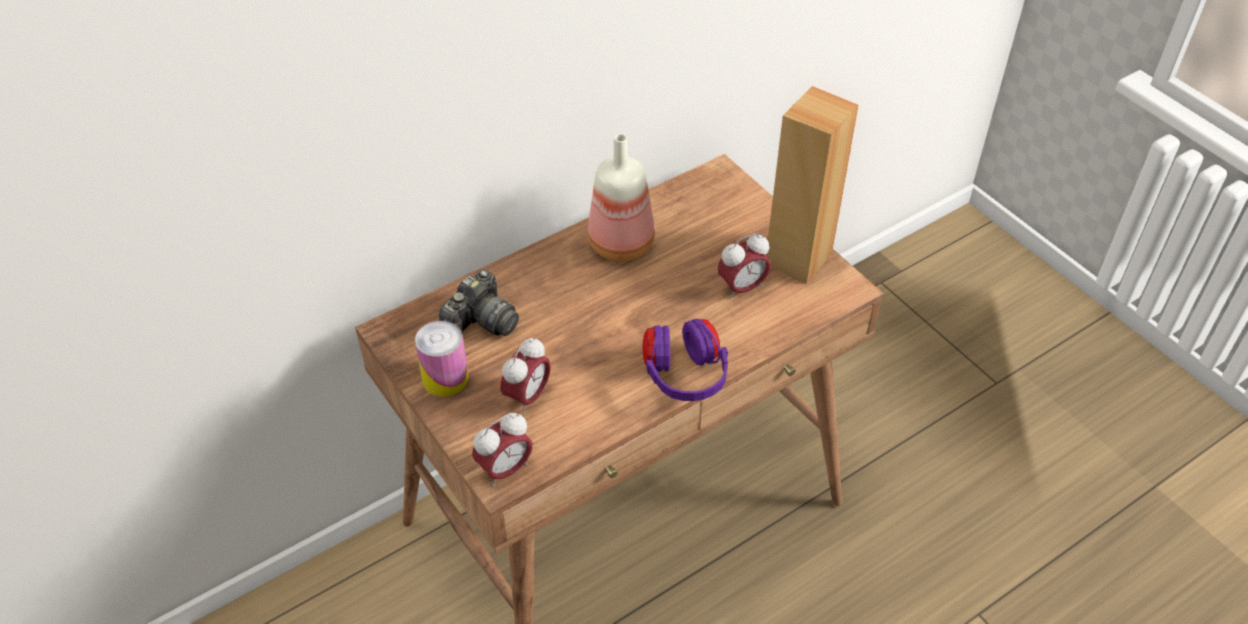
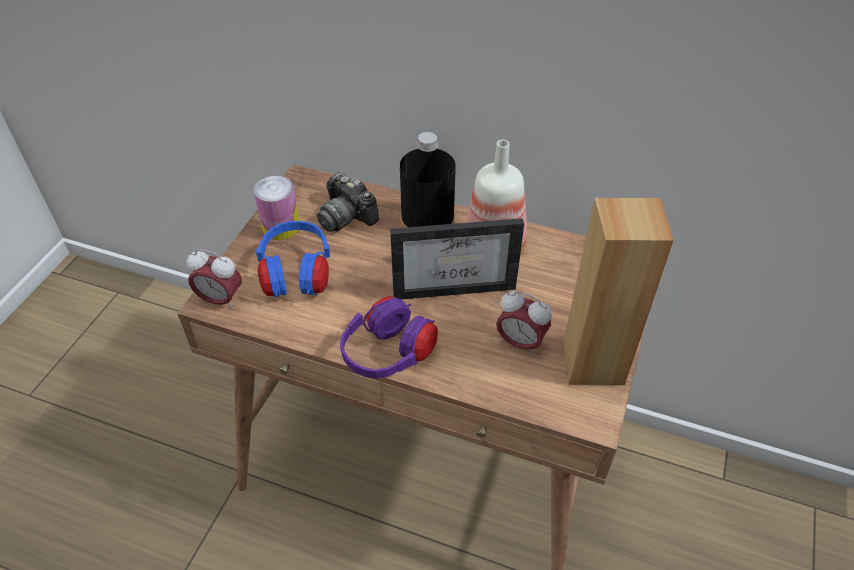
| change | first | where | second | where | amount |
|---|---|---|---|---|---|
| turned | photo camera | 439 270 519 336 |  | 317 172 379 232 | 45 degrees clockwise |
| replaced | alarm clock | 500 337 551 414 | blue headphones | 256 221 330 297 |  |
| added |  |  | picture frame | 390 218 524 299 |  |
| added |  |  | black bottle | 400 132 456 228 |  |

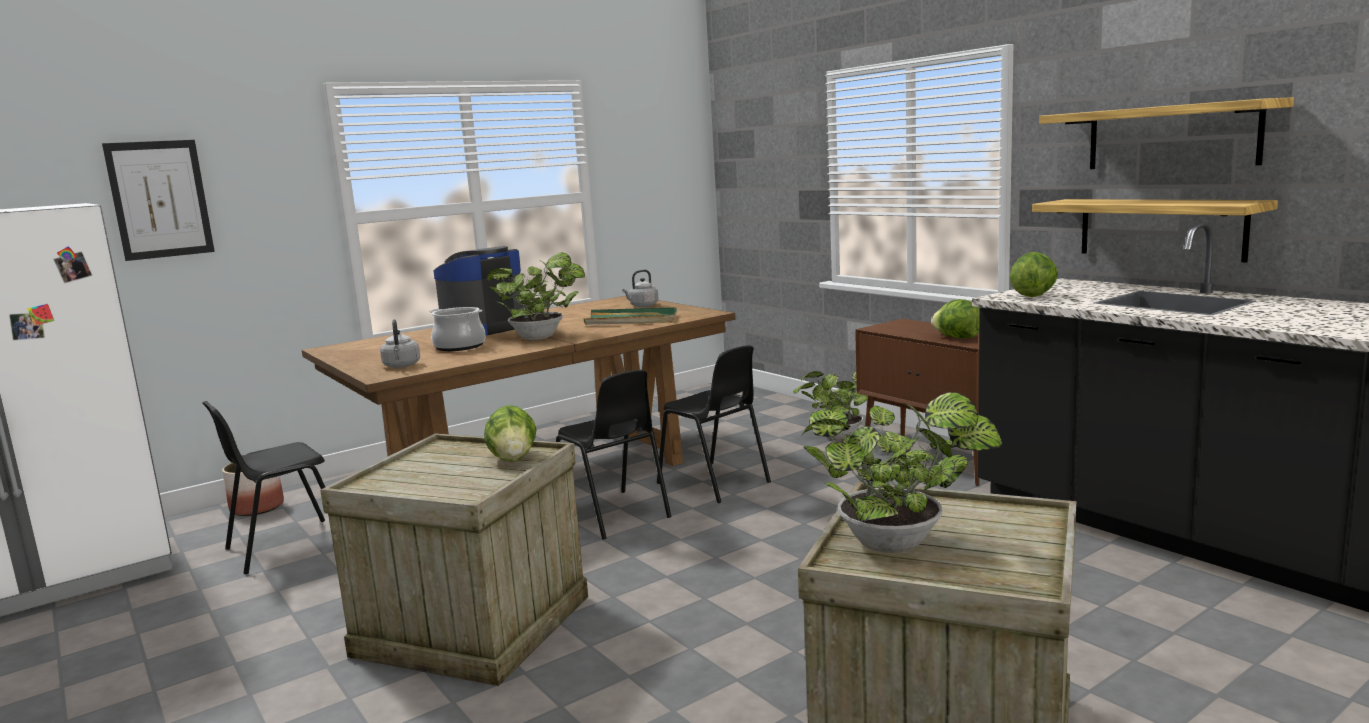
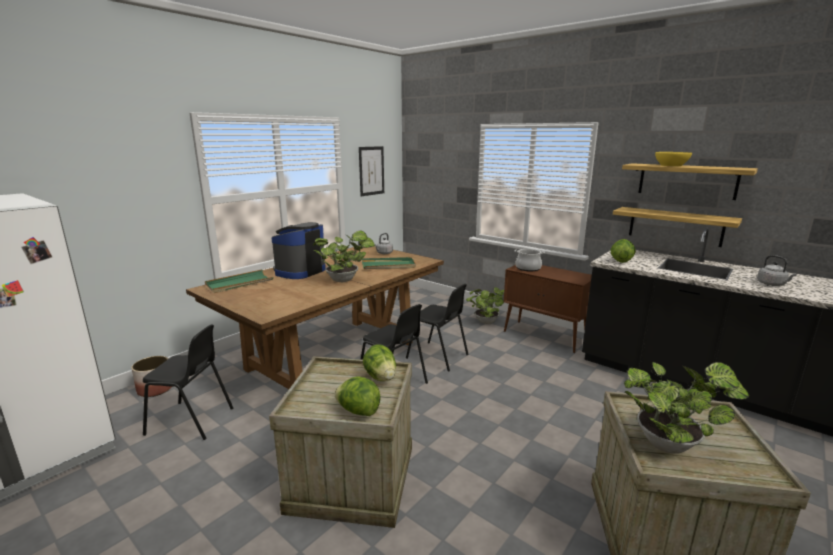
| change | first | where | second | where | amount |
|---|---|---|---|---|---|
| moved | picture | 102 140 215 261 |  | 359 146 384 196 |  |
| turned | black chair | 202 401 325 574 |  | 143 324 233 440 | 120 degrees counterclockwise |
| moved | grey kettle | 380 319 420 368 |  | 757 255 797 286 |  |
| moved | cooking pot | 429 307 486 351 |  | 514 249 545 272 |  |
| moved | lettuce | 931 299 980 338 |  | 334 377 381 416 |  |
| added |  |  | green tray | 205 270 273 293 |  |
| added |  |  | yellow bowl | 655 152 692 166 |  |

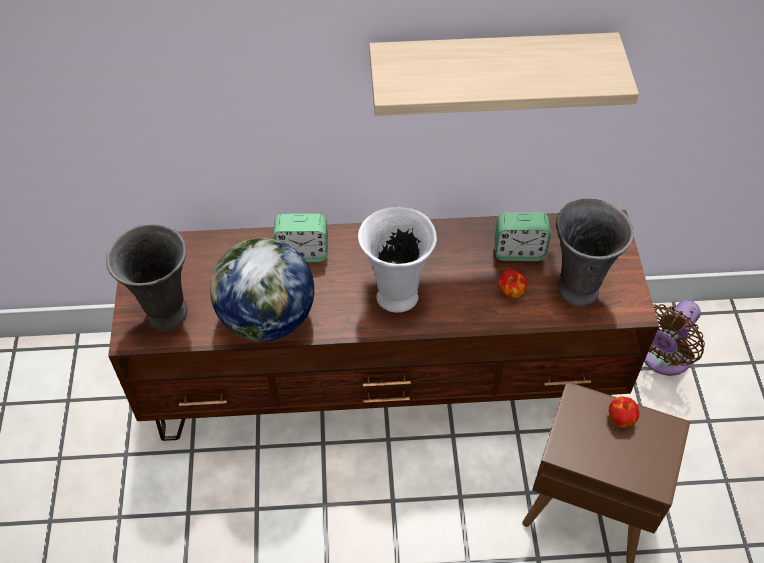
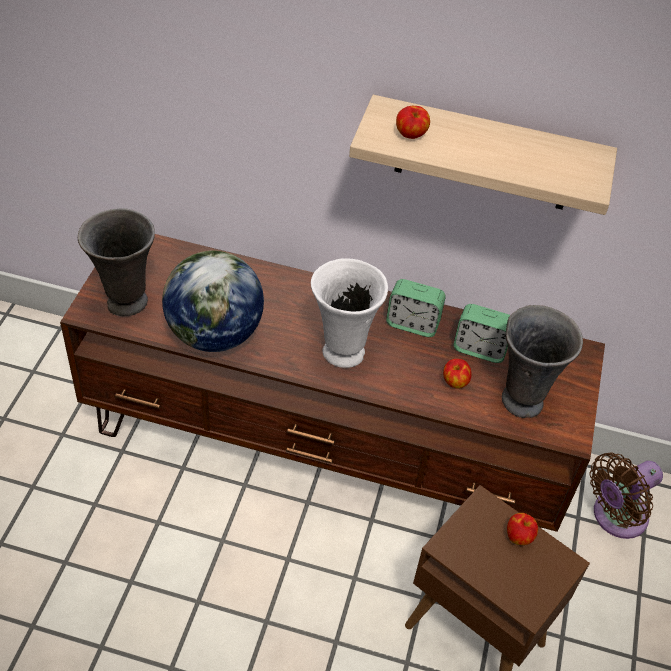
| change | first | where | second | where | amount |
|---|---|---|---|---|---|
| moved | alarm clock | 273 214 328 262 |  | 386 279 446 337 |  |
| added |  |  | apple | 396 106 430 139 |  |

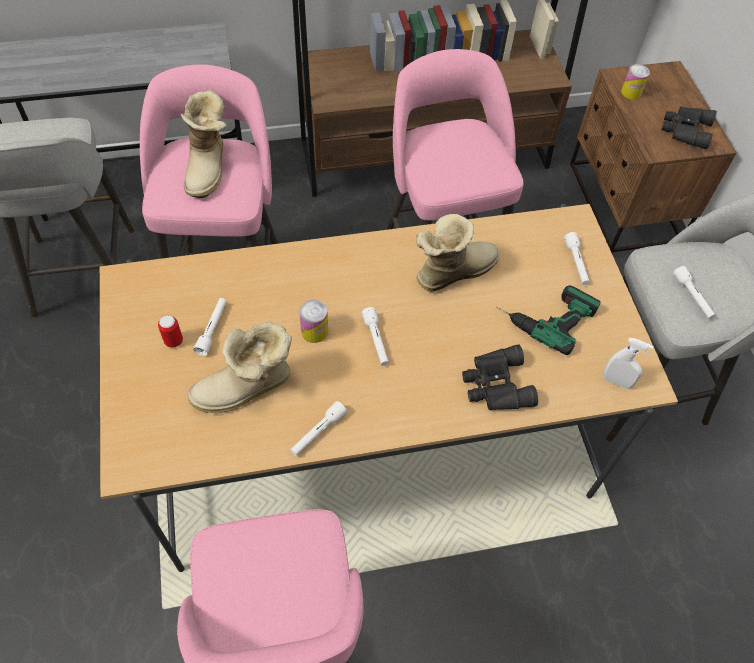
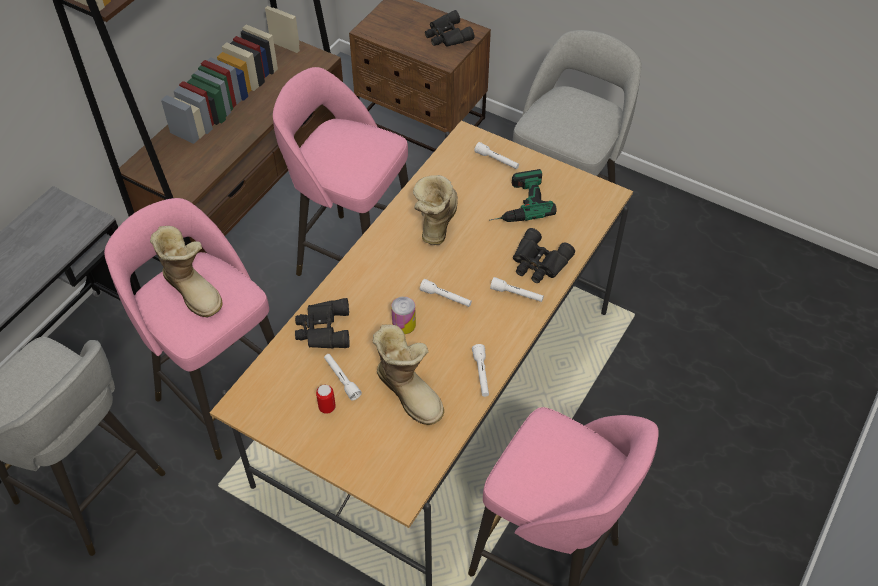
| change | first | where | second | where | amount |
|---|---|---|---|---|---|
| turned | boot | 188 321 292 413 |  | 373 325 444 425 | 60 degrees counterclockwise |
| removed | white spray bottle | 603 338 654 389 |  |  |  |
| removed | can | 621 64 650 100 |  |  |  |
| moved | white flashlight | 673 266 716 319 |  | 490 277 544 302 |  |
| added |  |  | black binoculars | 295 298 350 349 |  |

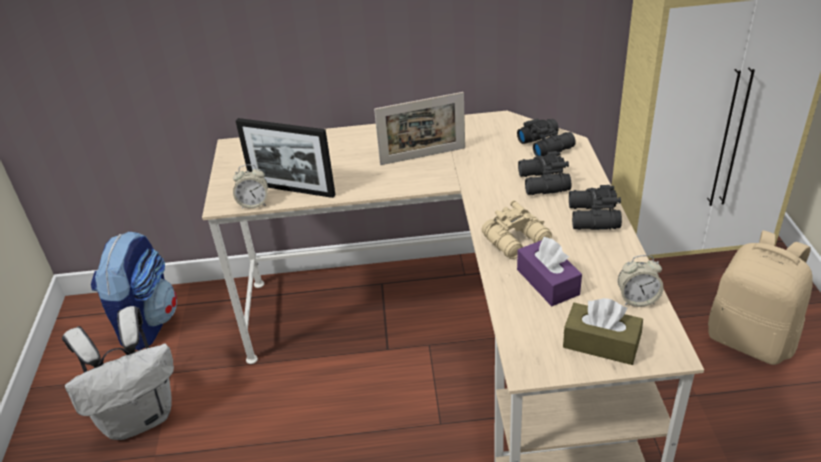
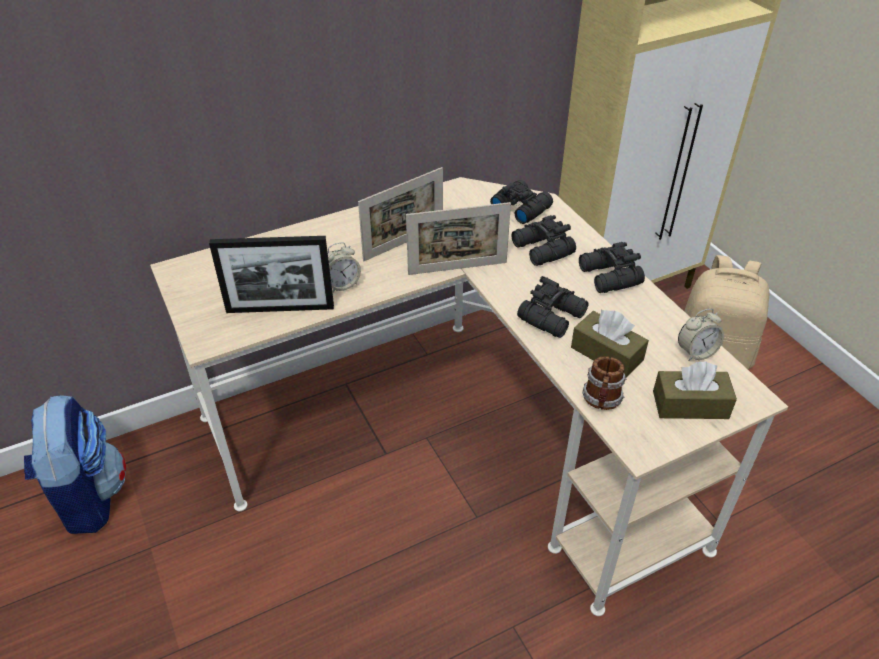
| change | first | where | second | where | amount |
|---|---|---|---|---|---|
| removed | white backpack | 62 306 174 440 |  |  |  |
| moved | alarm clock | 233 164 268 209 |  | 328 242 361 292 |  |
| recoloured | beige binoculars | 482 200 552 259 | black binoculars | 517 276 589 338 |  |
| recoloured | purple tissue box | 517 237 582 306 | brown tissue box | 571 310 649 378 |  |
| added |  |  | picture frame | 406 202 511 275 |  |
| added |  |  | mug | 582 356 626 410 |  |

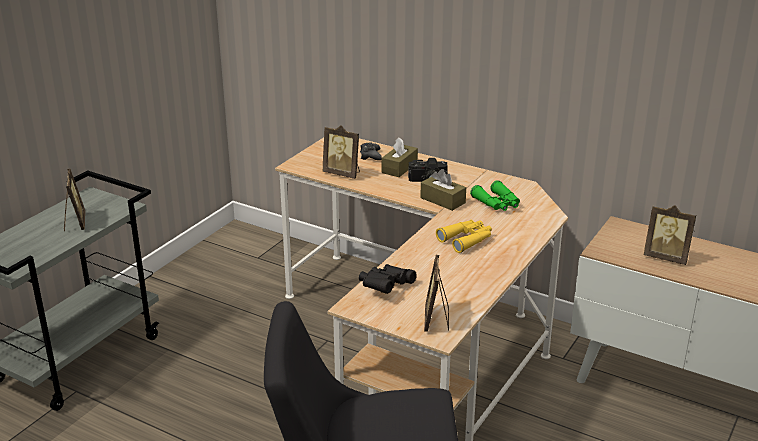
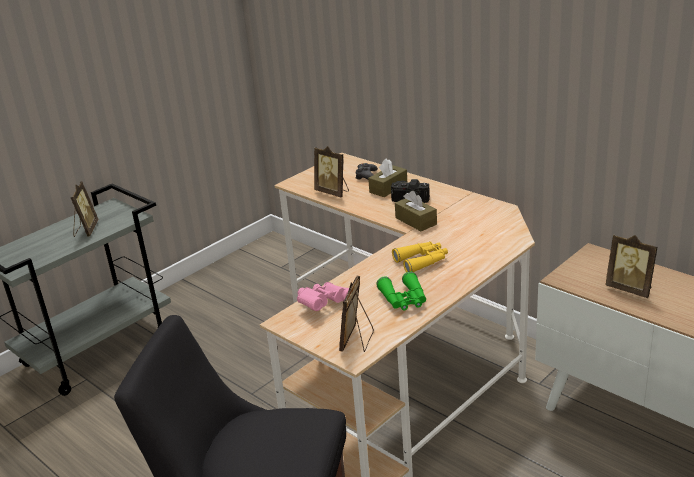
| change | first | where | second | where | amount |
|---|---|---|---|---|---|
| recoloured | black binoculars | 359 264 417 294 | pink binoculars | 297 282 349 311 |  |
| moved | green binoculars | 470 180 520 211 |  | 376 271 426 310 |  |

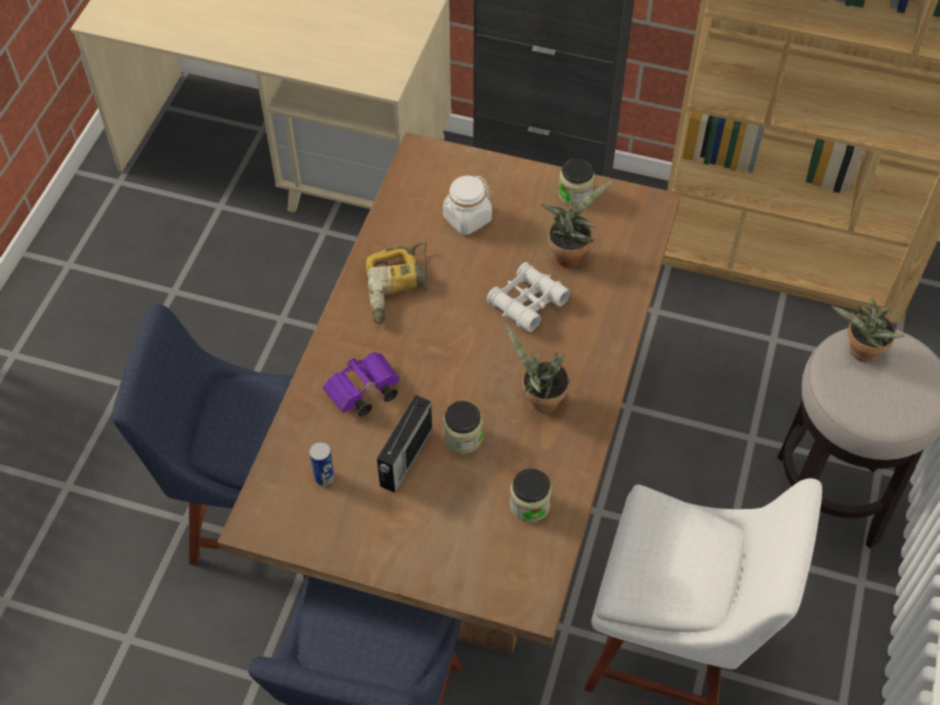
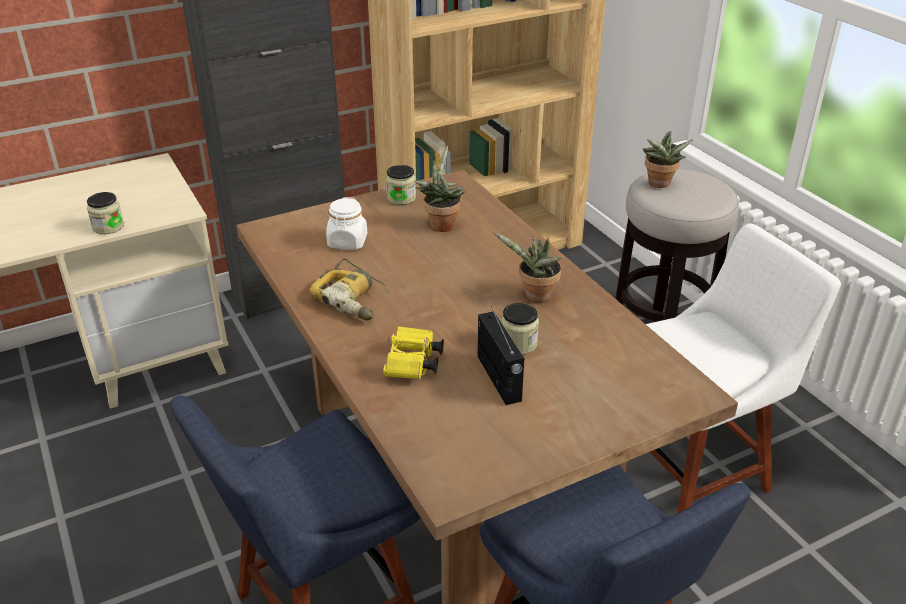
| change | first | where | second | where | amount |
|---|---|---|---|---|---|
| removed | can | 309 442 335 486 |  |  |  |
| recoloured | purple binoculars | 323 352 400 417 | yellow binoculars | 383 326 444 380 |  |
| removed | white binoculars | 486 262 570 332 |  |  |  |
| moved | jar | 510 469 552 523 |  | 87 192 124 234 |  |

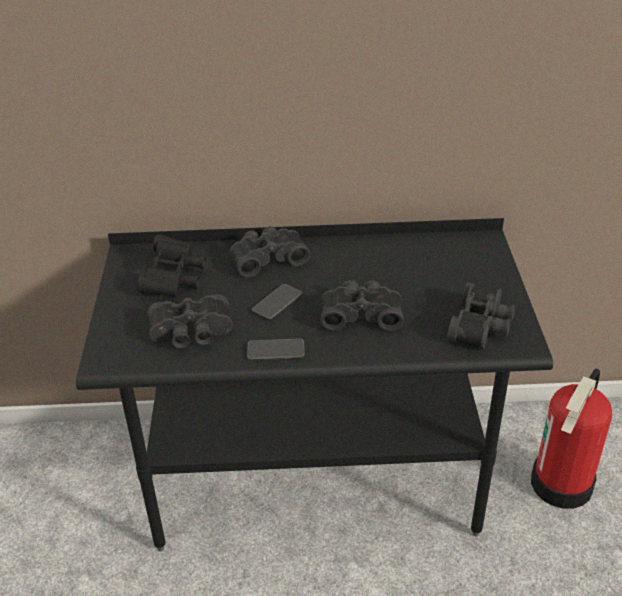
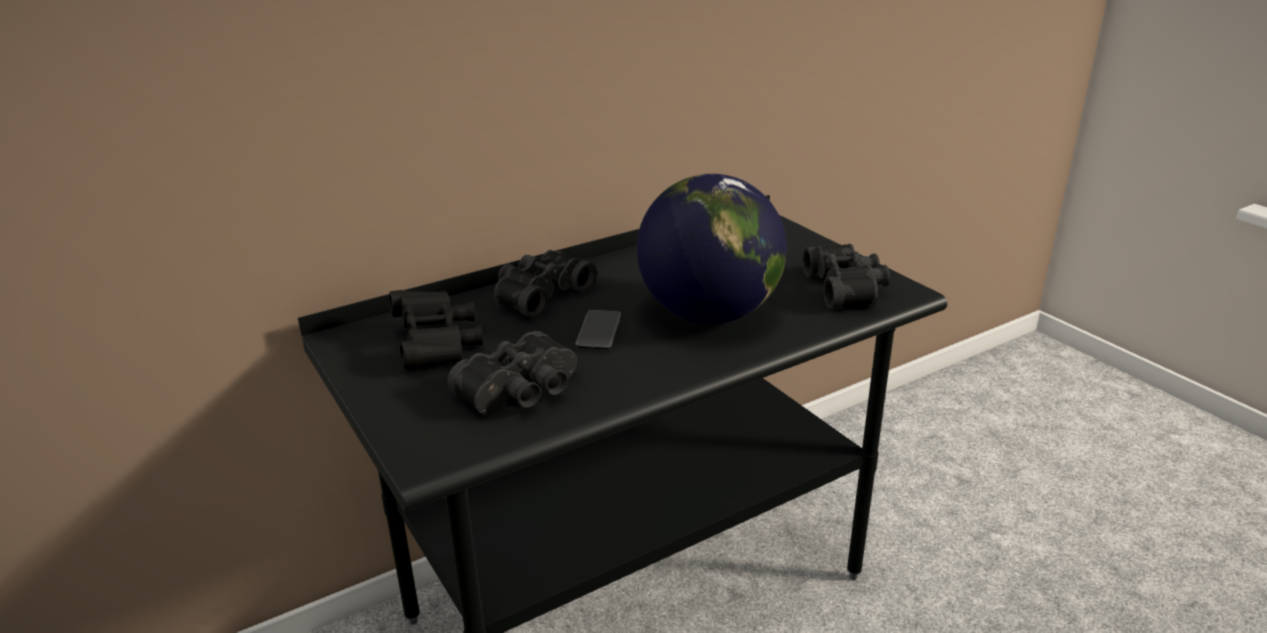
| change | first | where | second | where | amount |
|---|---|---|---|---|---|
| removed | phone | 247 339 305 360 |  |  |  |
| replaced | black binoculars | 321 280 404 331 | globe | 637 174 787 324 |  |
| removed | fire extinguisher | 531 369 612 509 |  |  |  |

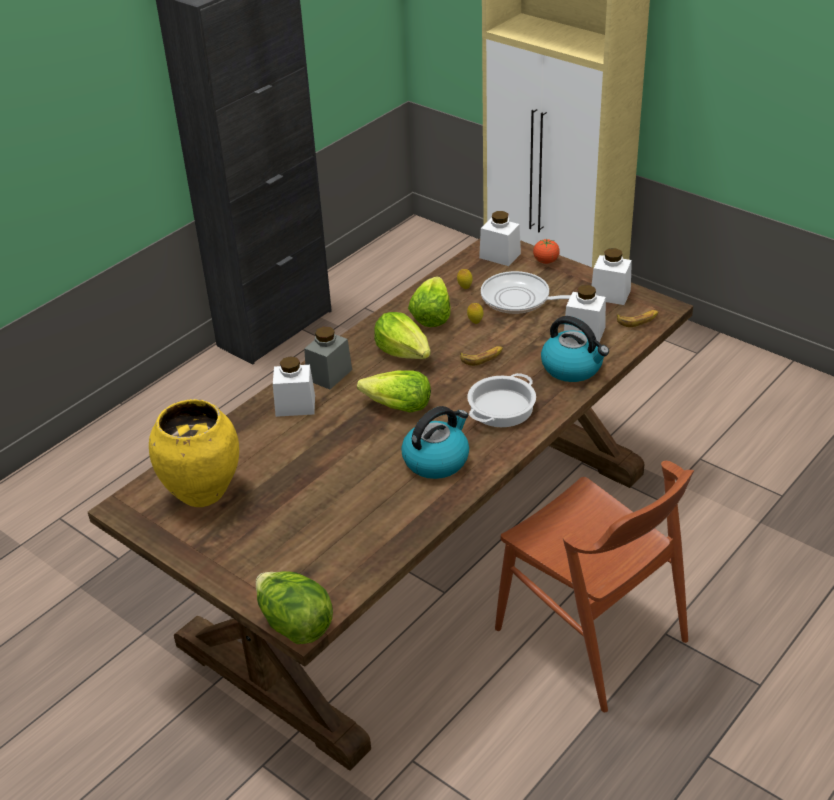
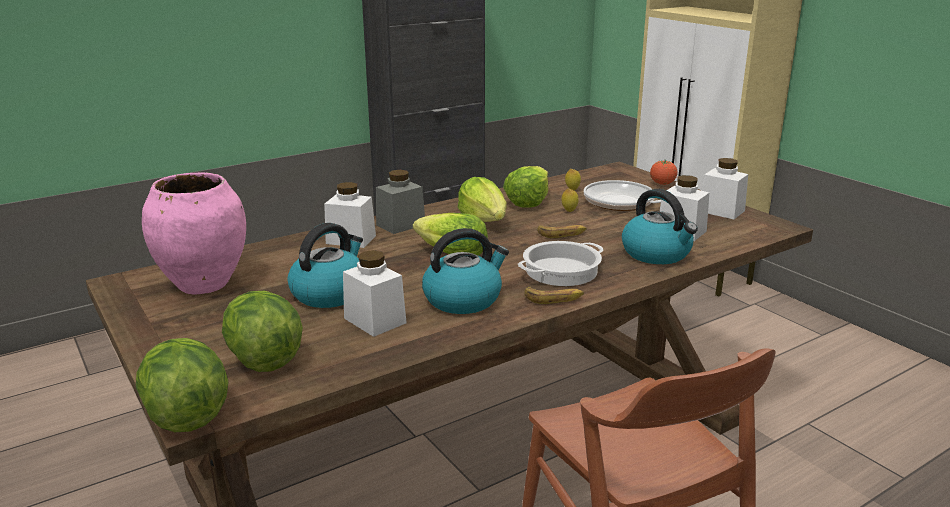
| change | first | where | second | where | amount |
|---|---|---|---|---|---|
| recoloured | yellow vase | 149 399 239 507 | pink vase | 142 172 246 294 |  |
| moved | white jar | 479 211 521 266 |  | 343 250 407 337 |  |
| moved | banana | 617 310 658 327 |  | 524 287 584 304 |  |
| added |  |  | lettuce | 222 291 303 372 |  |
| added |  |  | kettle | 287 223 363 308 |  |

